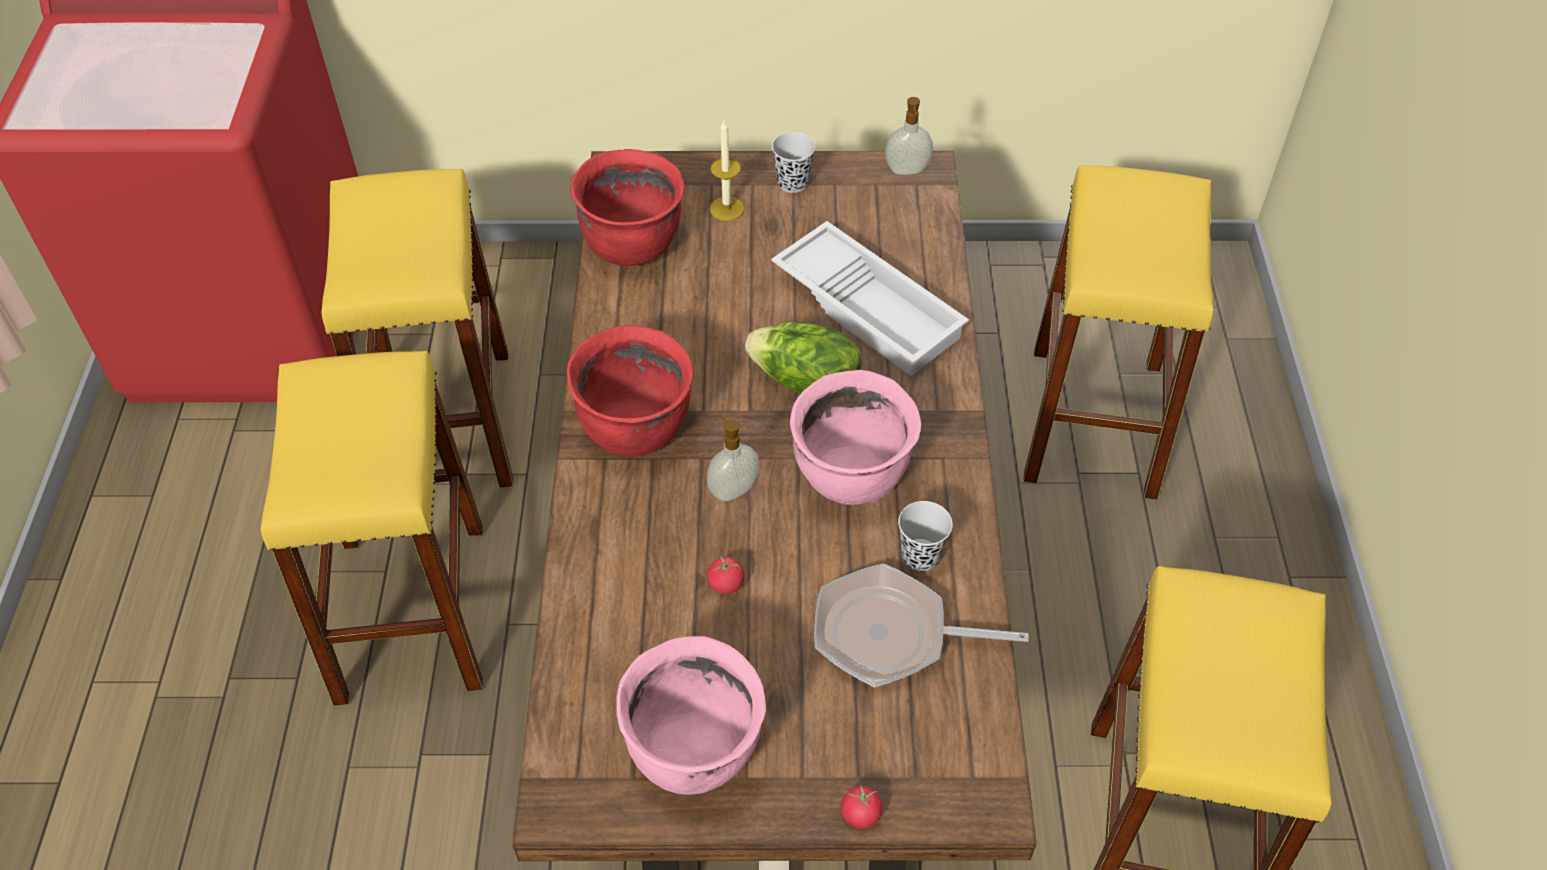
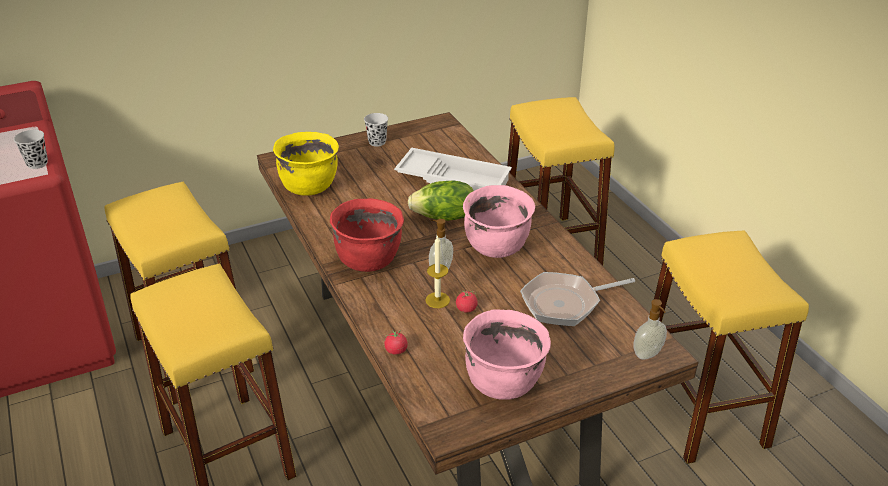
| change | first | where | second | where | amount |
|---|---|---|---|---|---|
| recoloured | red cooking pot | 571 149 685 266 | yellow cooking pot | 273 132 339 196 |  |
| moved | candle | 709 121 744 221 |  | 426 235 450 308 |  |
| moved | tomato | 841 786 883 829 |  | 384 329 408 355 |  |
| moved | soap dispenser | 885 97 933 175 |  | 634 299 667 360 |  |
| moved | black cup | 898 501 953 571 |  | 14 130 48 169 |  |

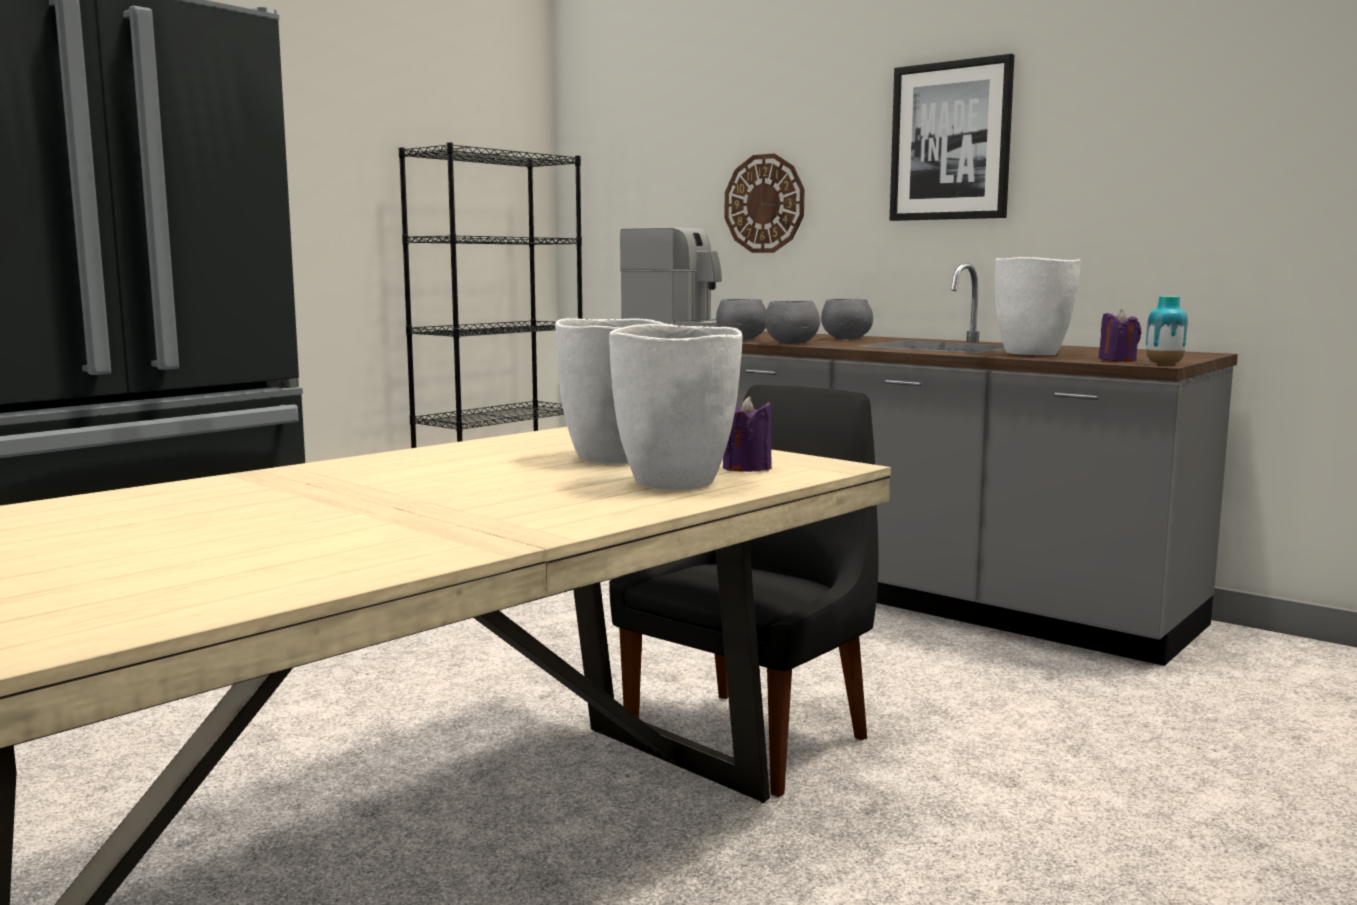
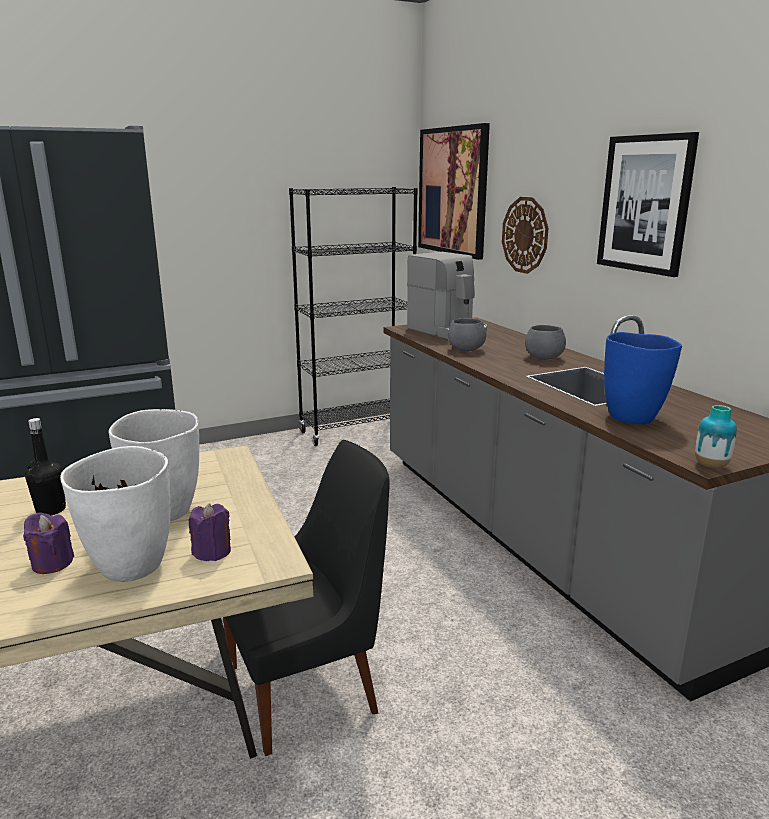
| change | first | where | second | where | amount |
|---|---|---|---|---|---|
| removed | grey bowl | 765 301 820 344 |  |  |  |
| recoloured | white vase | 995 257 1081 355 | blue vase | 604 332 682 424 |  |
| moved | purple candle | 1098 309 1141 362 |  | 23 513 74 574 |  |
| added |  |  | black bottle | 25 418 66 515 |  |
| added |  |  | picture | 418 123 490 260 |  |

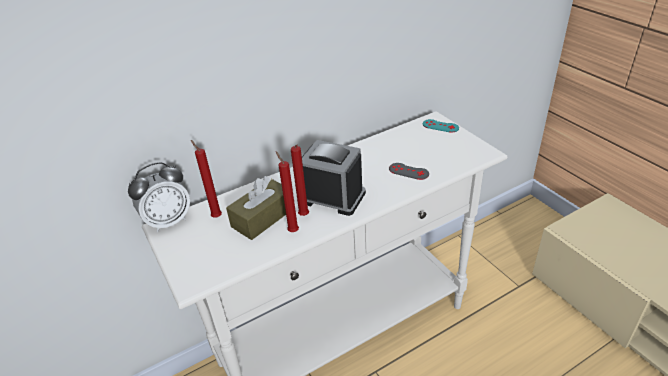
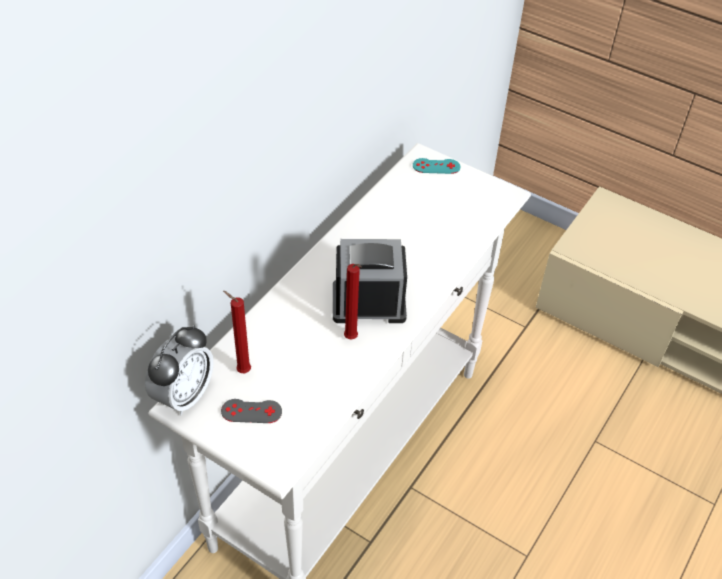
| change | first | where | second | where | amount |
|---|---|---|---|---|---|
| removed | brown tissue box | 226 176 286 240 |  |  |  |
| removed | red candle | 276 151 299 232 |  |  |  |
| moved | grey game controller | 389 163 429 180 |  | 221 399 282 423 |  |

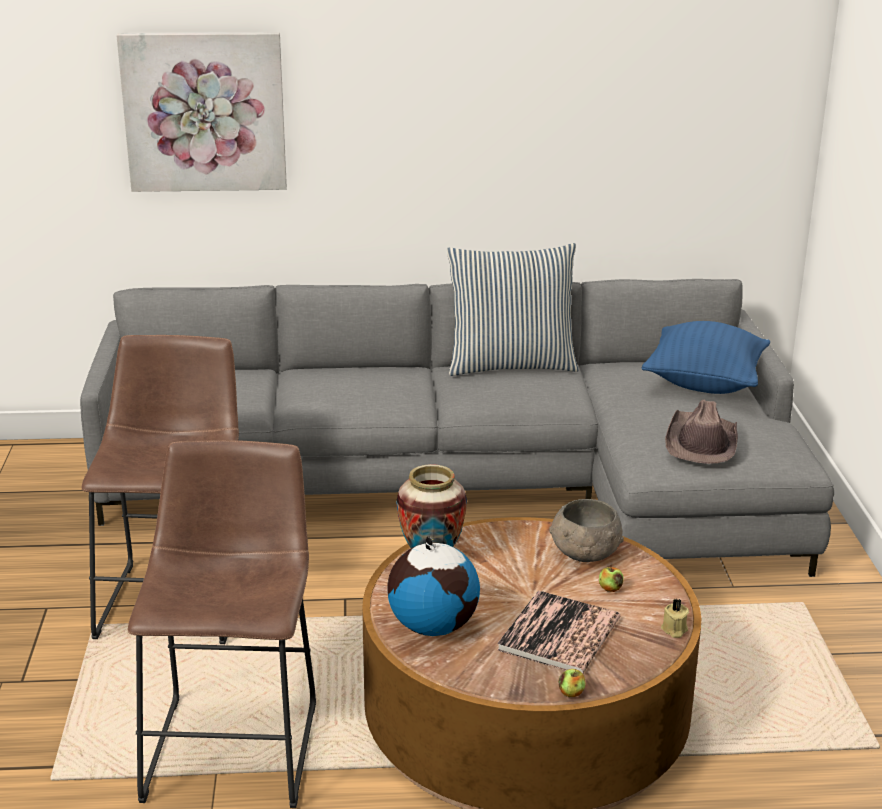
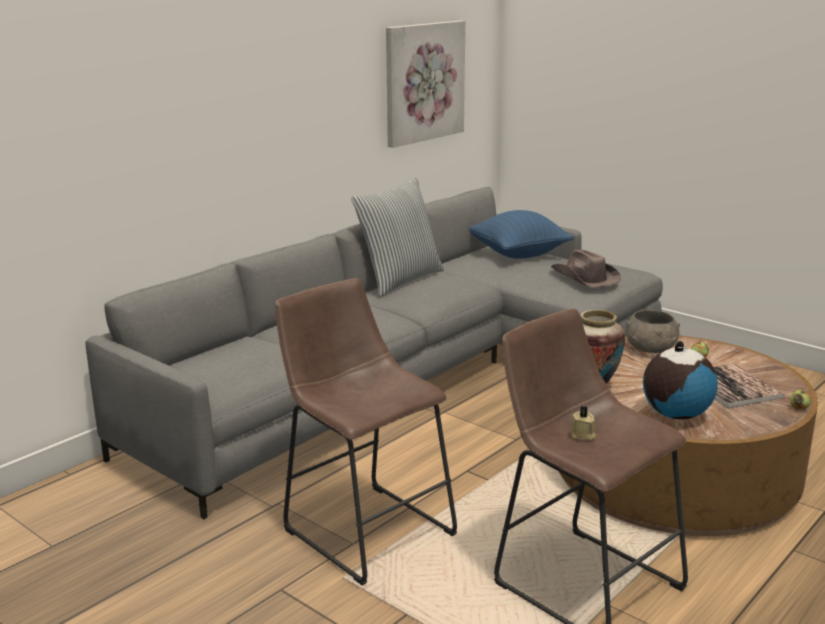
| change | first | where | second | where | amount |
|---|---|---|---|---|---|
| moved | picture | 116 32 287 192 |  | 386 21 465 148 |  |
| moved | beige candle | 661 599 689 638 |  | 571 406 596 440 |  |

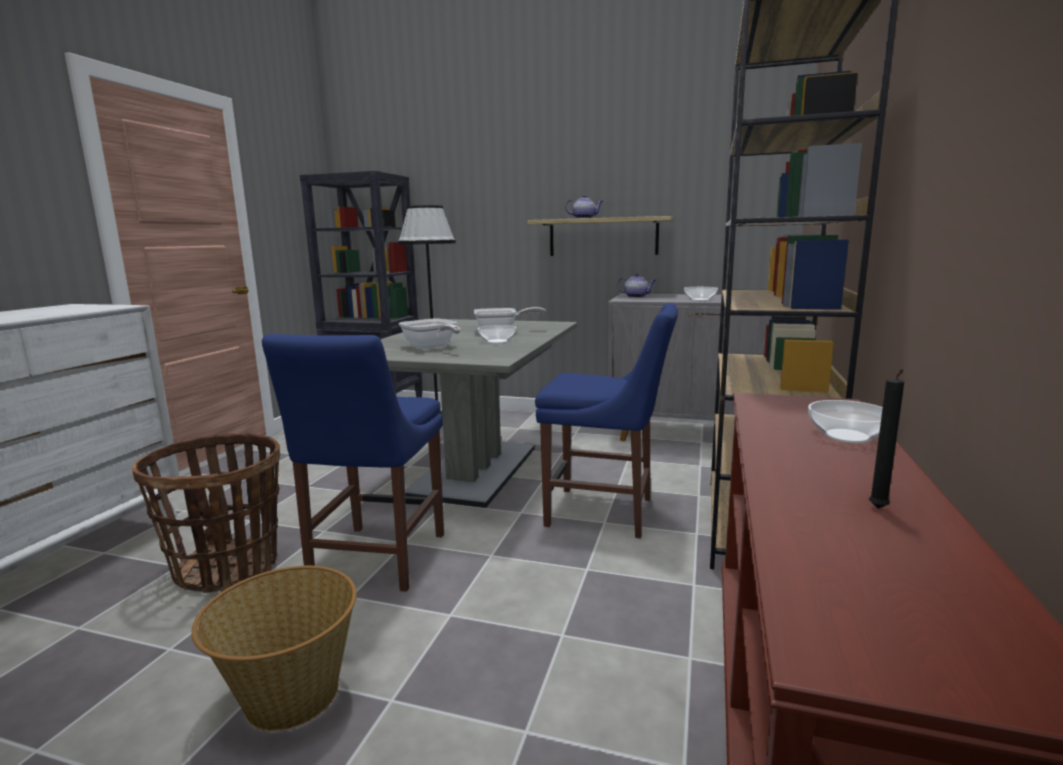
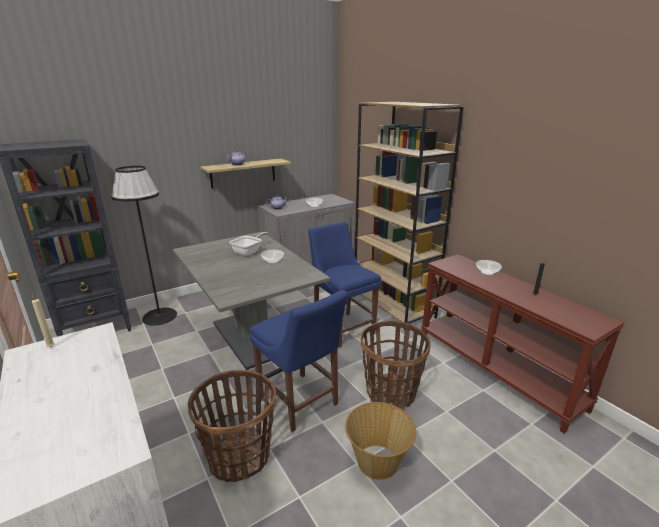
| change | first | where | second | where | amount |
|---|---|---|---|---|---|
| removed | frying pan | 399 319 460 349 |  |  |  |
| turned | blue chair | 535 303 678 539 |  | 308 222 381 348 | 90 degrees counterclockwise |
| added |  |  | beige candle | 32 293 55 347 |  |
| added |  |  | basket | 361 321 431 410 |  |

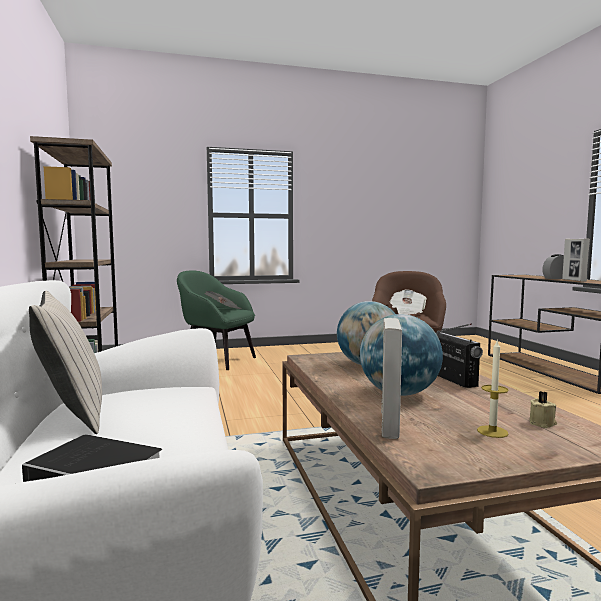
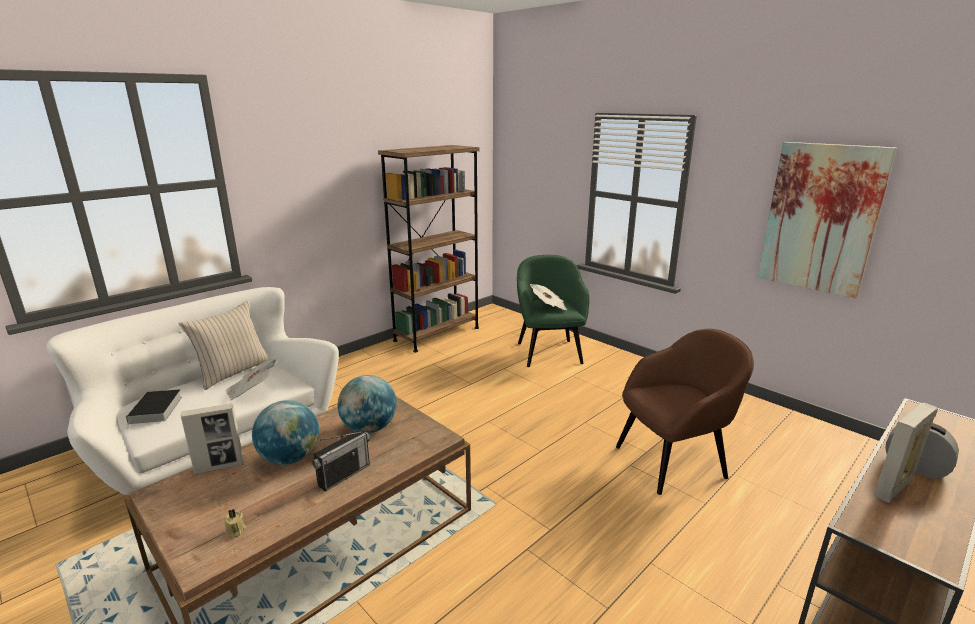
| change | first | where | second | where | amount |
|---|---|---|---|---|---|
| moved | newspaper | 390 289 427 315 |  | 226 358 278 400 |  |
| removed | candle | 477 341 509 438 |  |  |  |
| added |  |  | picture | 757 142 897 298 |  |

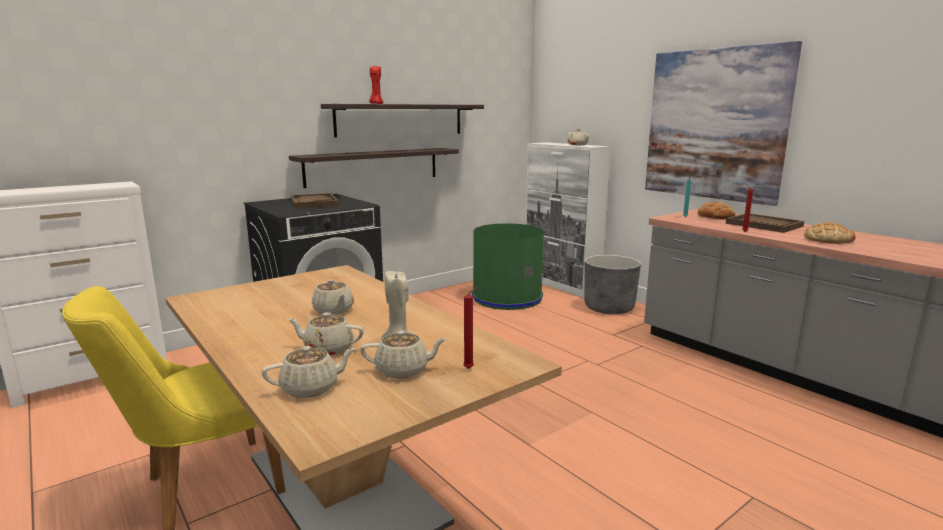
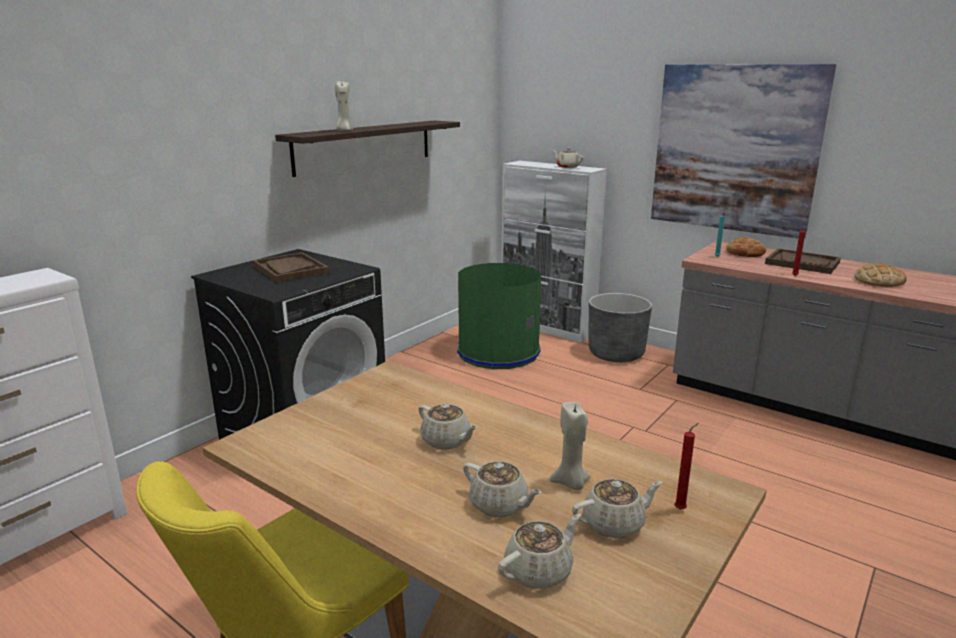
| change | first | where | second | where | amount |
|---|---|---|---|---|---|
| turned | beige teapot | 288 312 364 356 |  | 463 461 542 517 | 135 degrees counterclockwise |
| removed | shelf | 289 148 459 188 |  |  |  |
| recoloured | red candle | 369 66 383 104 | beige candle | 335 81 353 131 |  |

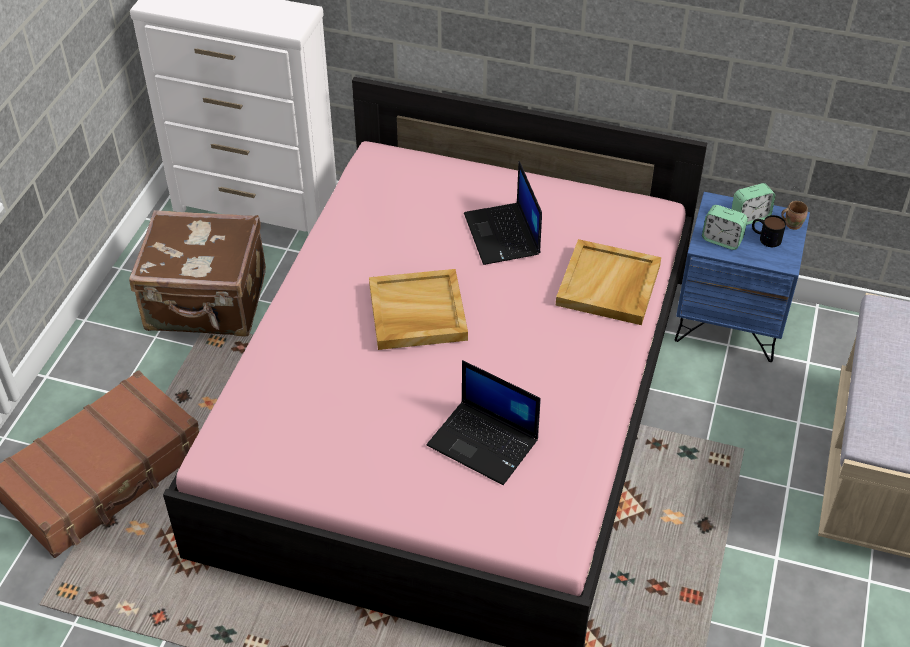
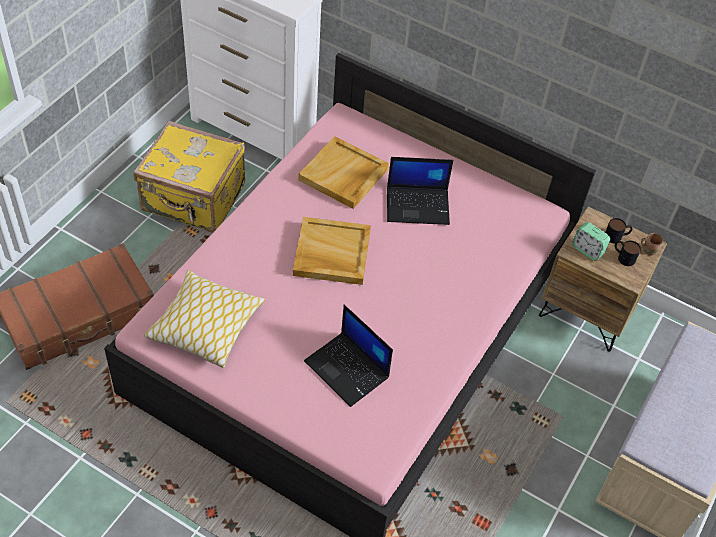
| change | first | where | second | where | amount |
|---|---|---|---|---|---|
| recoloured | brown suitcase | 129 210 266 337 | yellow suitcase | 134 121 245 233 |  |
| turned | laptop | 464 161 542 265 |  | 387 157 453 225 | 90 degrees counterclockwise |
| moved | beige tray | 556 239 661 325 |  | 298 136 389 209 |  |
| recoloured | blue nightstand | 675 192 810 362 | brown nightstand | 539 206 667 352 |  |
| replaced | alarm clock | 732 183 776 225 | mug | 605 218 633 243 |  |
| added |  |  | pillow | 144 270 265 368 |  |

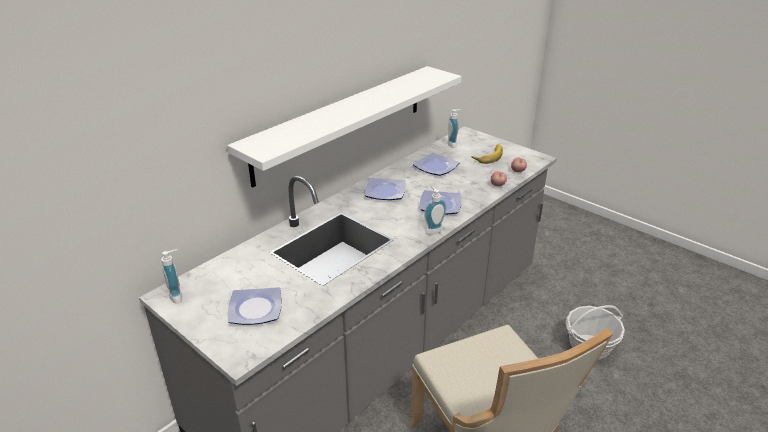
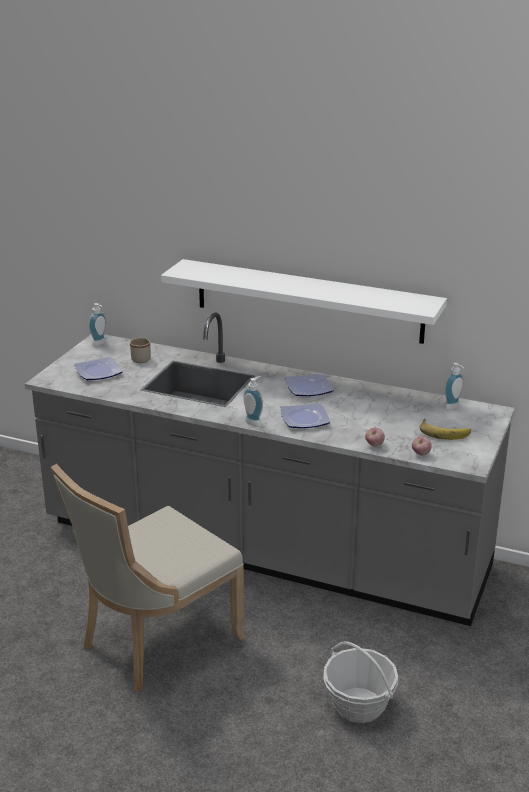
| change | first | where | second | where | amount |
|---|---|---|---|---|---|
| removed | plate | 413 153 460 176 |  |  |  |
| added |  |  | beige mug | 130 338 151 363 |  |

